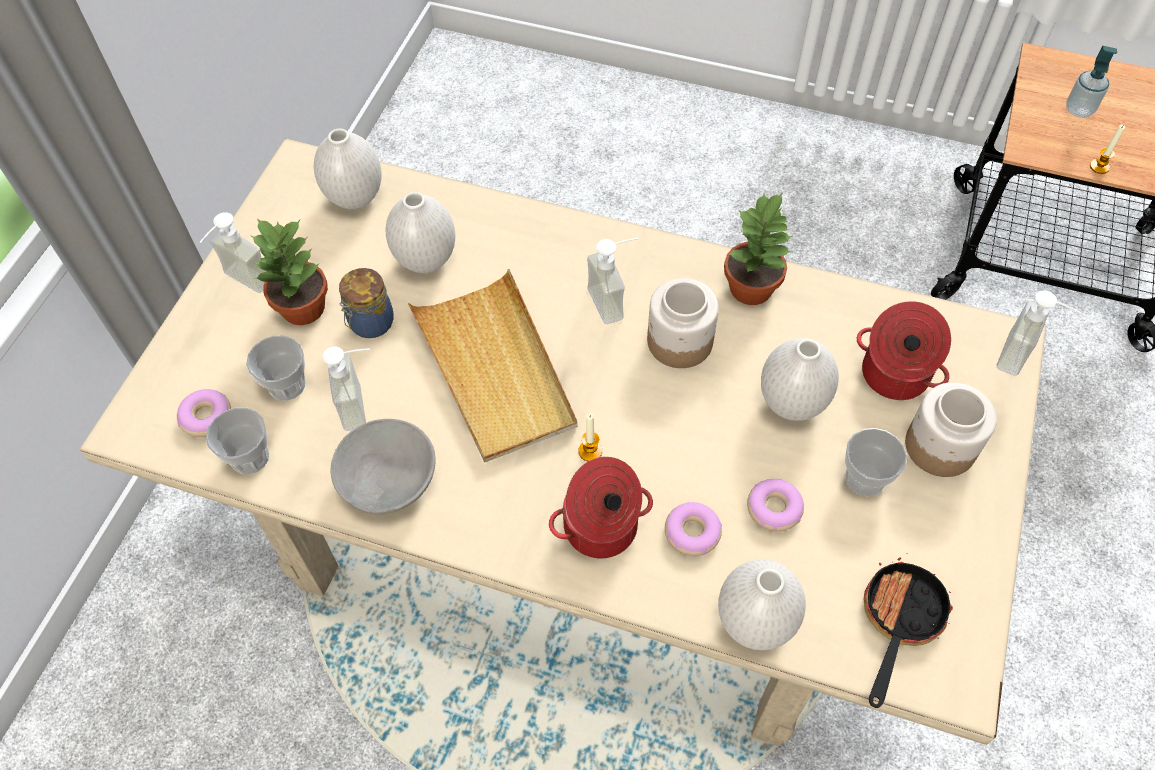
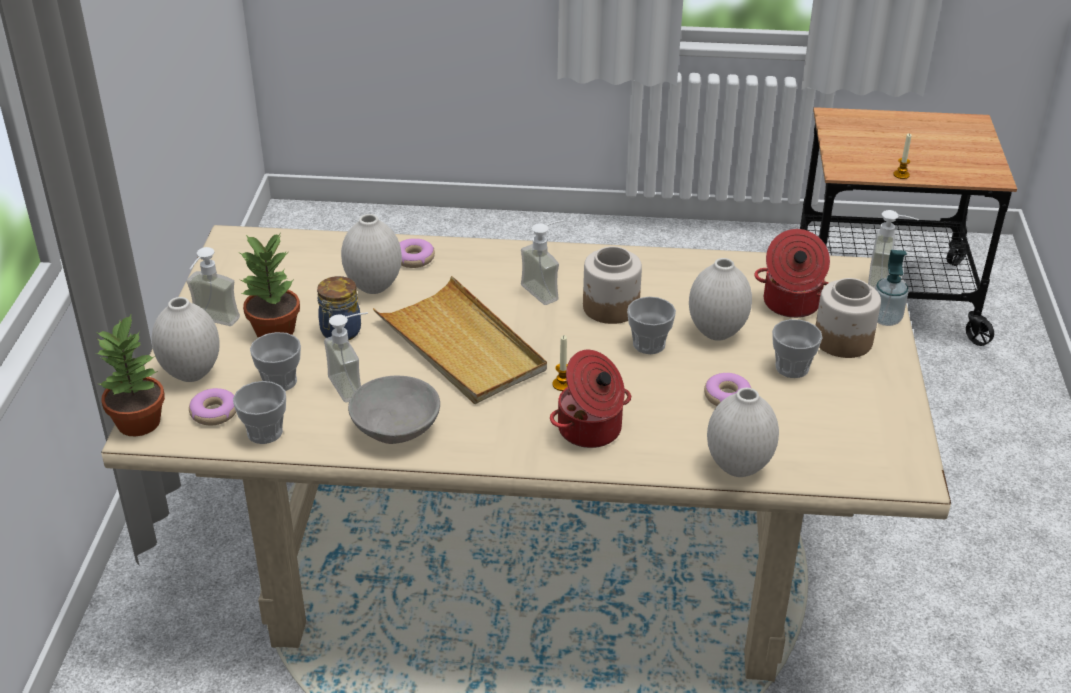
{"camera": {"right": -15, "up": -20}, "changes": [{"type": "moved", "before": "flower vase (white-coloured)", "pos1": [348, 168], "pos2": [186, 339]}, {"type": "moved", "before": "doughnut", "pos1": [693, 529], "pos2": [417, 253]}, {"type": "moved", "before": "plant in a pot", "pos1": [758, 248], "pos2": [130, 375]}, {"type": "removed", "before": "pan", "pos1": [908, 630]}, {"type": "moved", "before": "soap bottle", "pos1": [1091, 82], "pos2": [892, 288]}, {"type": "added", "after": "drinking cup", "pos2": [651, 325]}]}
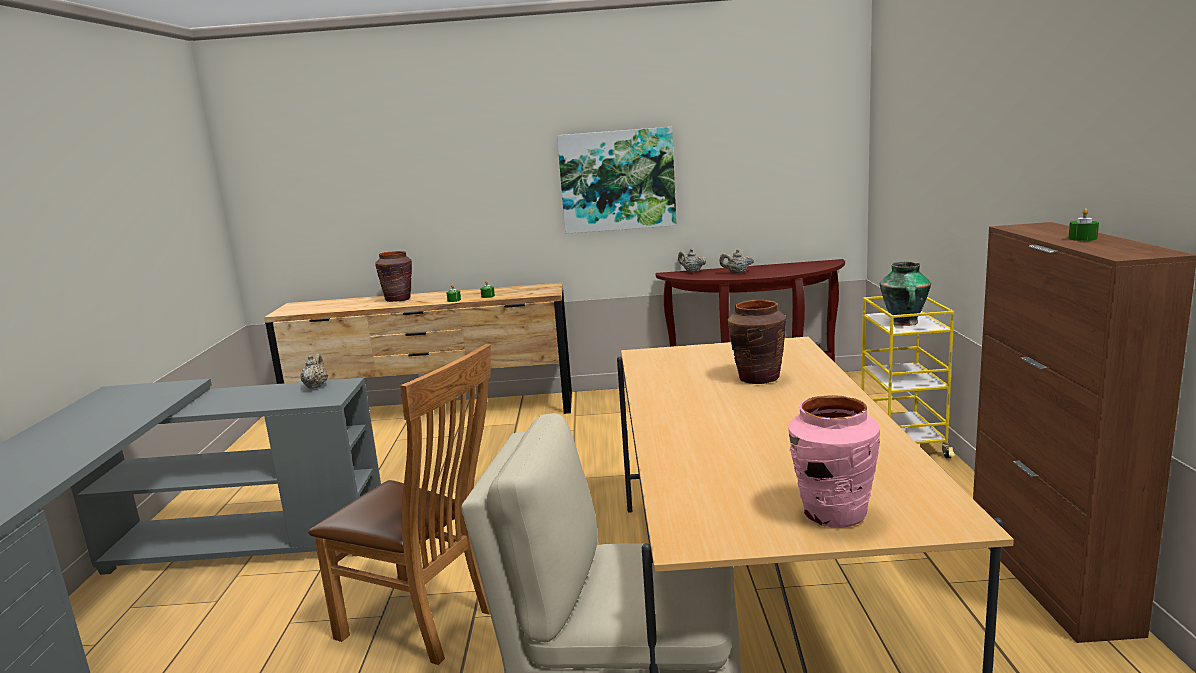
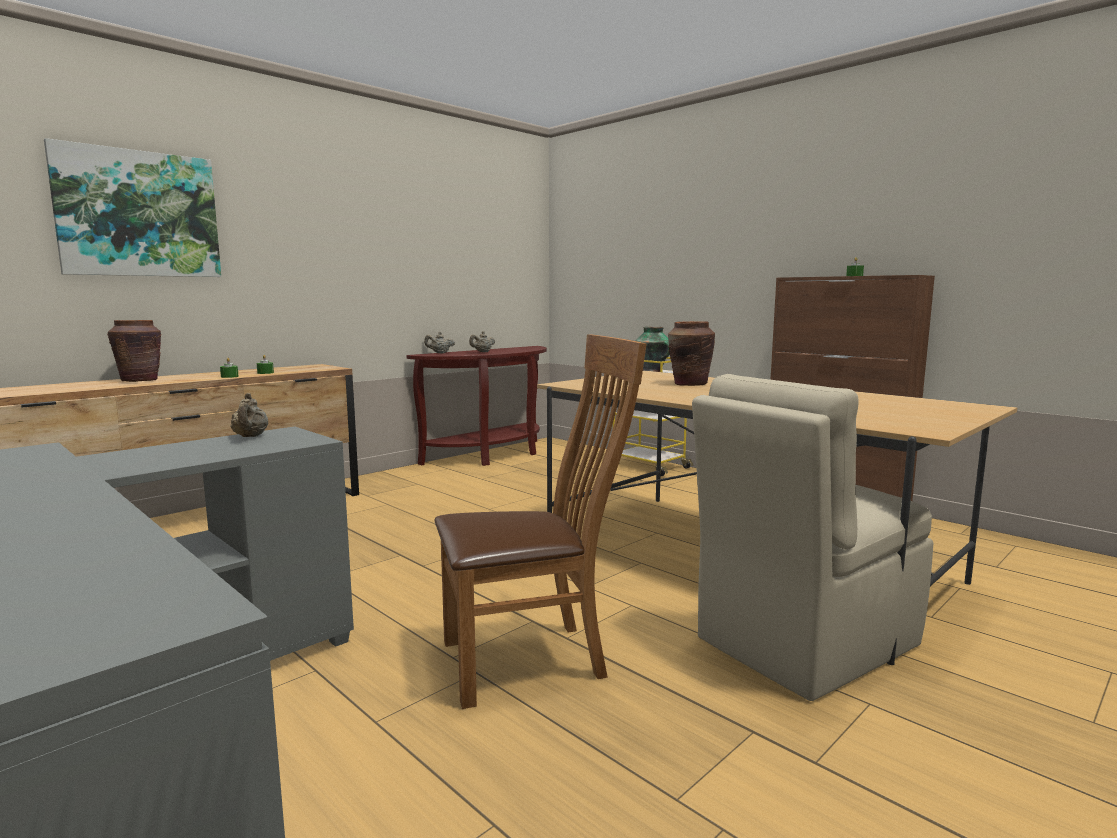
{"camera": {"right": -45, "up": -5}, "changes": [{"type": "turned", "before": "teapot (beige-coloured)", "pos1": [314, 371], "pos2": [249, 415], "turn": -150}, {"type": "moved", "before": "wall picture", "pos1": [617, 180], "pos2": [132, 207]}, {"type": "removed", "before": "flower vase (pink-coloured)", "pos1": [834, 461]}]}
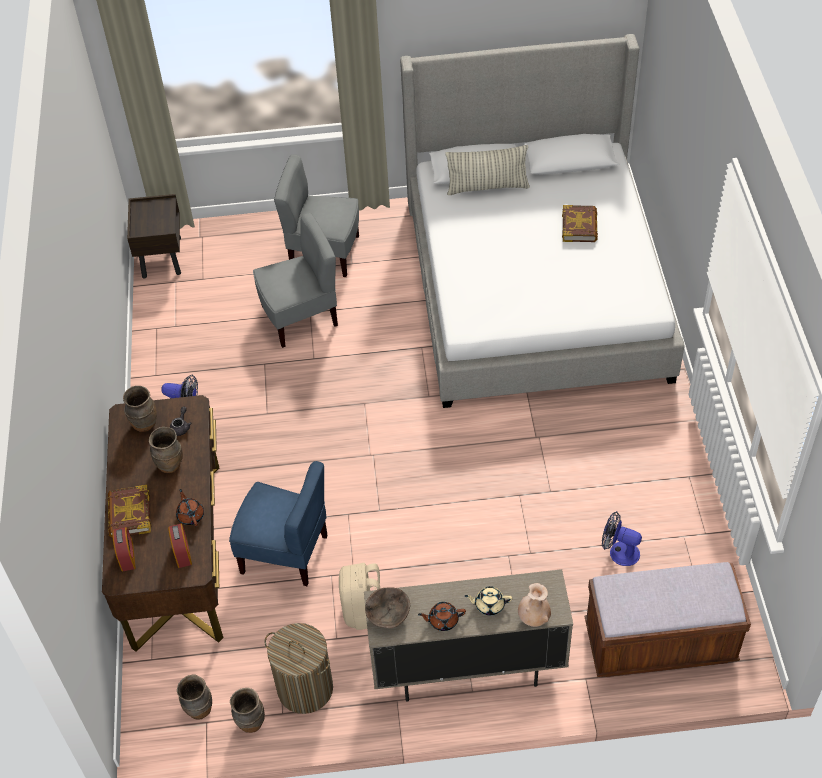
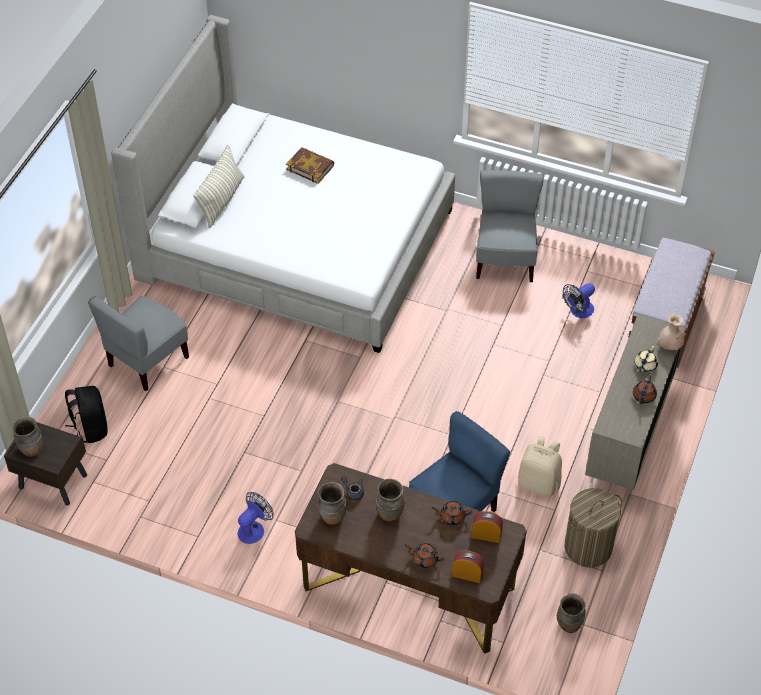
{"camera": {"right": -65, "up": 0}, "changes": [{"type": "replaced", "before": "bound book", "after": "teapot (brownish)", "pos1": [129, 511], "pos2": [424, 555]}, {"type": "moved", "before": "flower vase (brownish)", "pos1": [247, 710], "pos2": [27, 436]}, {"type": "moved", "before": "chair (greyish)", "pos1": [295, 280], "pos2": [510, 226]}, {"type": "removed", "before": "deep dish (brownish)", "pos1": [387, 607]}, {"type": "added", "after": "backpack (black)", "pos2": [86, 414]}]}
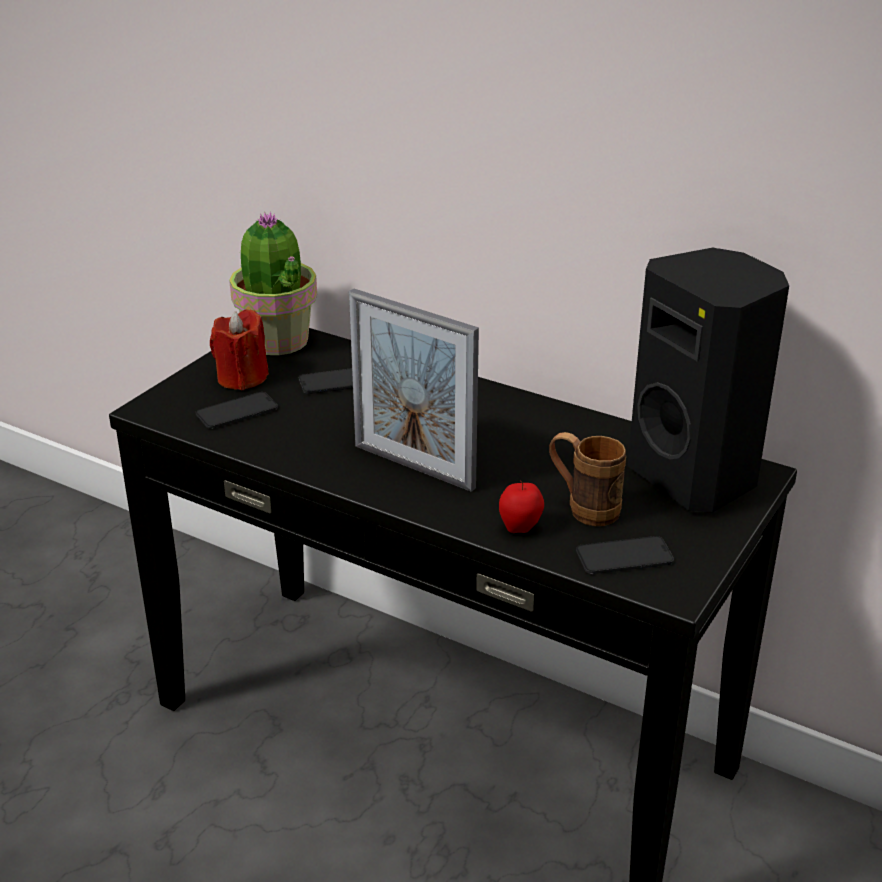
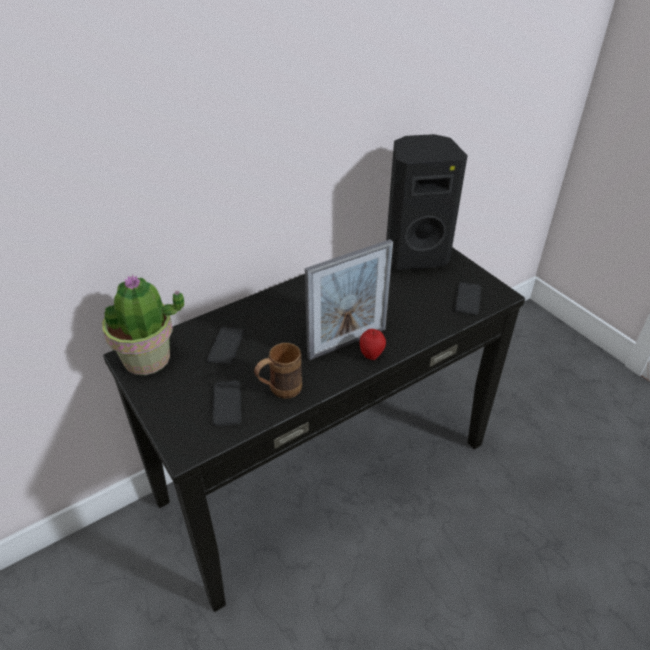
{"camera": {"right": -65, "up": 10}, "changes": [{"type": "removed", "before": "wax candle (red)", "pos1": [239, 349]}, {"type": "moved", "before": "whole apple", "pos1": [521, 507], "pos2": [373, 344]}, {"type": "moved", "before": "coffee mug (brownish)", "pos1": [587, 479], "pos2": [278, 371]}]}
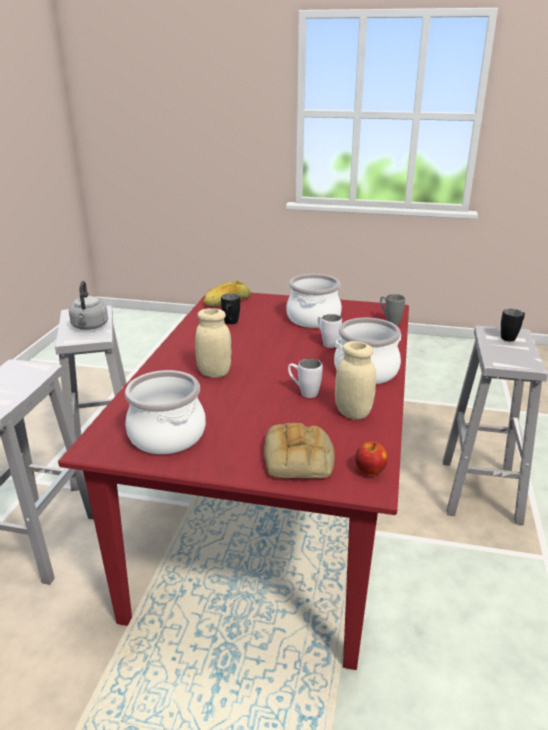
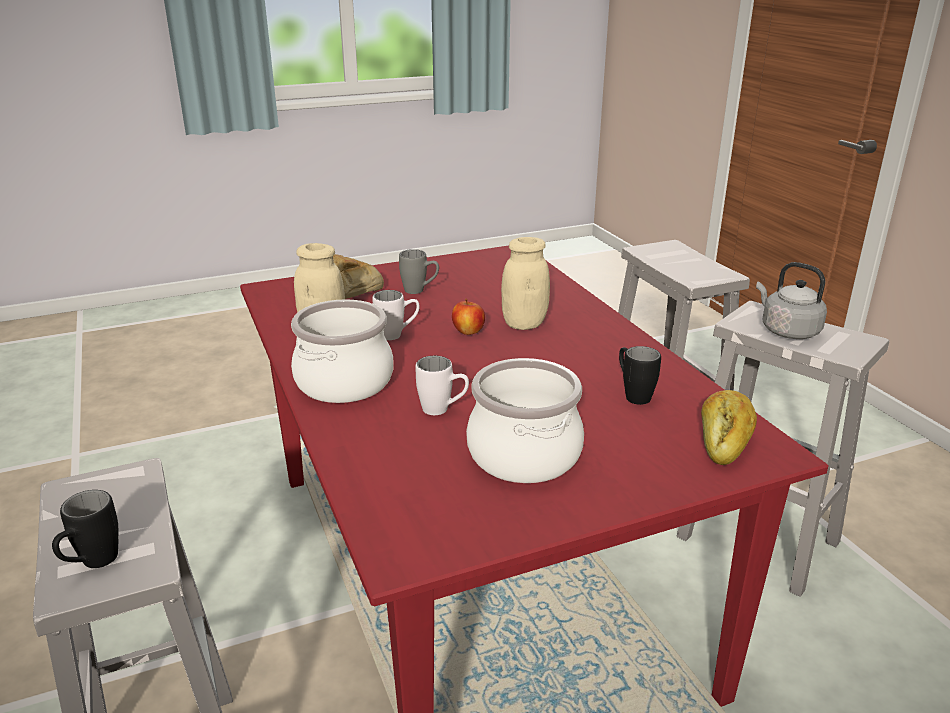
{"camera": {"right": 145, "up": 0}, "changes": [{"type": "removed", "before": "cooking pot", "pos1": [165, 412]}, {"type": "moved", "before": "whole apple", "pos1": [371, 458], "pos2": [468, 316]}, {"type": "moved", "before": "coffee mug (greyish)", "pos1": [392, 309], "pos2": [419, 271]}]}
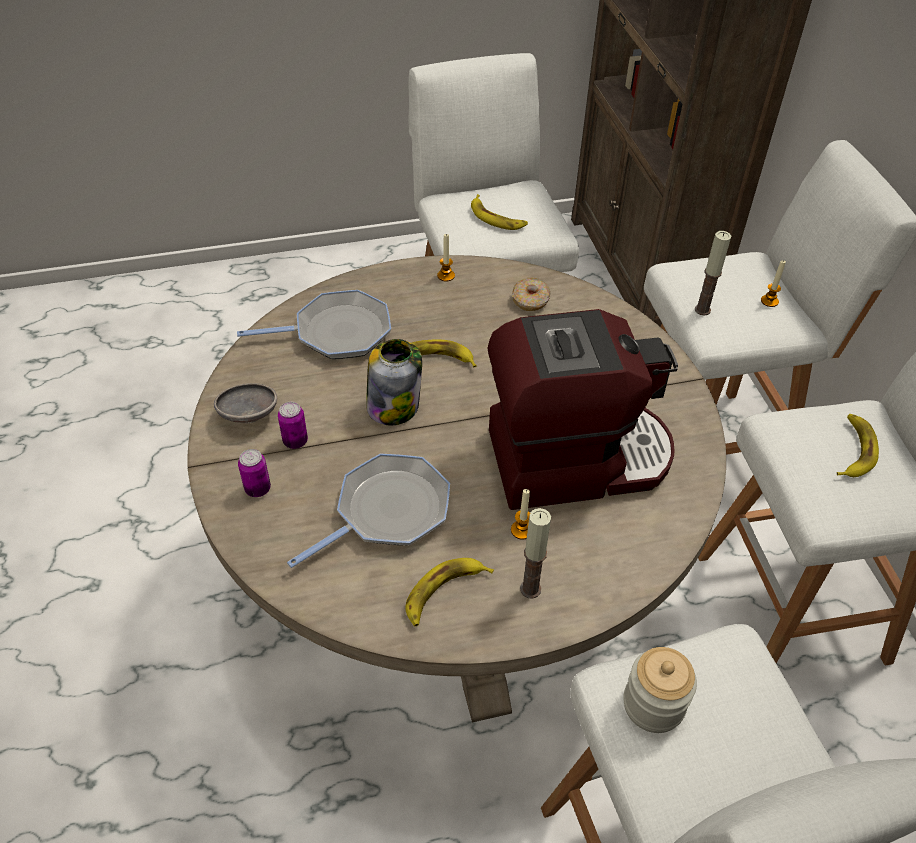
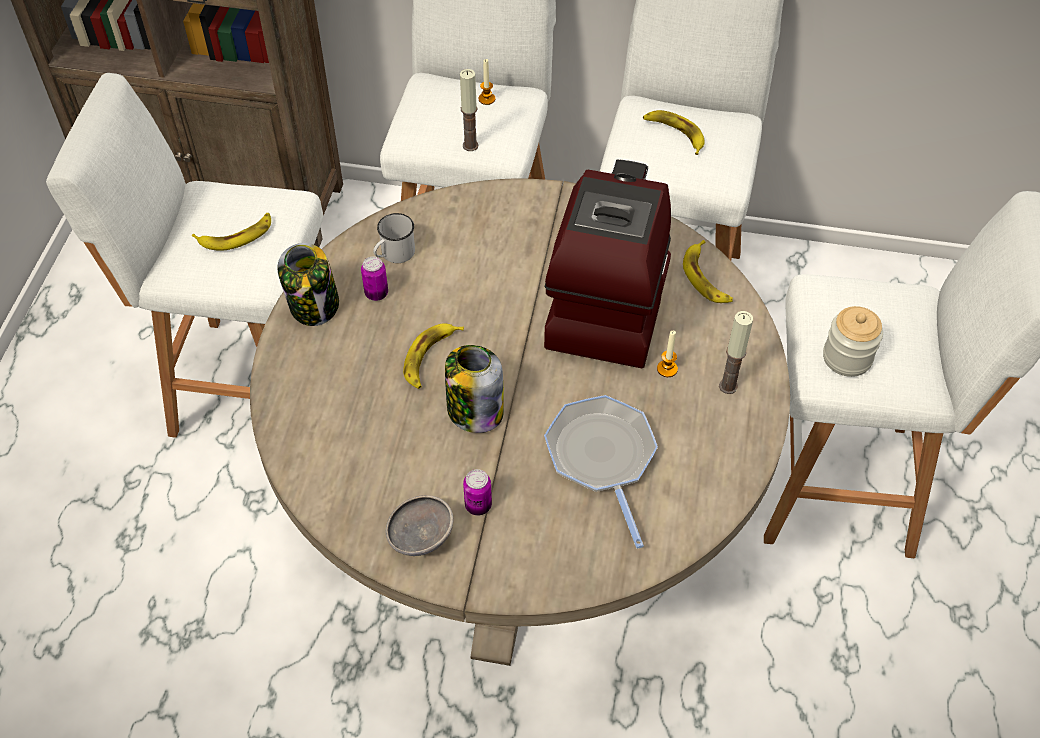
{"camera": {"right": -65, "up": 5}, "changes": [{"type": "removed", "before": "pan", "pos1": [314, 324]}, {"type": "moved", "before": "can", "pos1": [254, 473], "pos2": [374, 278]}, {"type": "moved", "before": "banana fruit", "pos1": [449, 592], "pos2": [708, 271]}, {"type": "replaced", "before": "wax candle", "after": "jar", "pos1": [446, 258], "pos2": [308, 284]}, {"type": "replaced", "before": "doughnut", "after": "coffee mug (white-coloured)", "pos1": [531, 294], "pos2": [394, 238]}]}
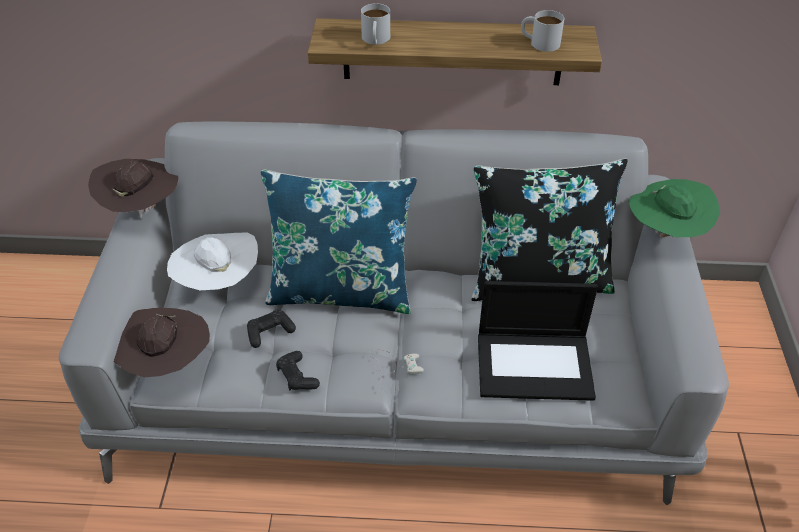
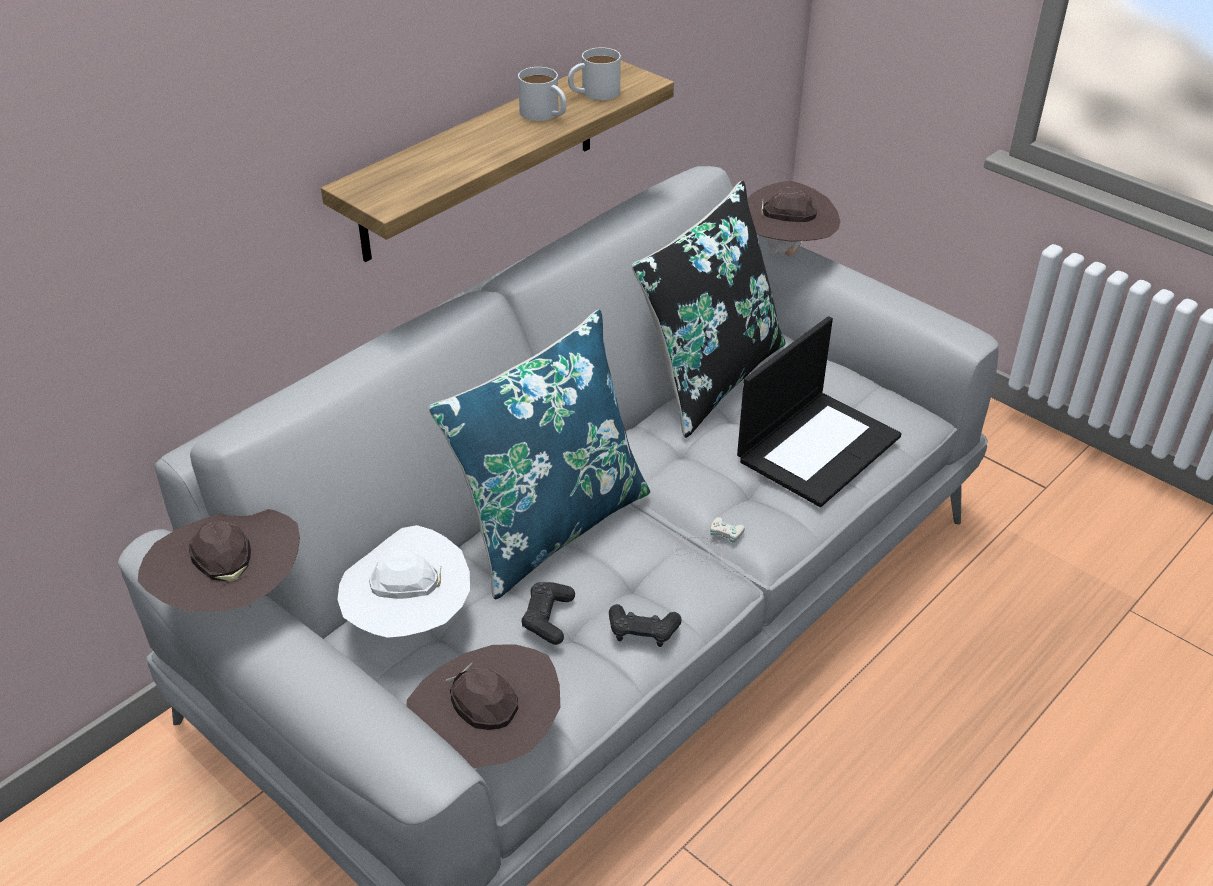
{"camera": {"right": -50, "up": -5}, "changes": [{"type": "moved", "before": "coffee mug (white-coloured)", "pos1": [375, 24], "pos2": [542, 94]}, {"type": "recoloured", "before": "wearable hat (green)", "after": "wearable hat (brownish)", "pos1": [674, 208], "pos2": [794, 218]}]}
